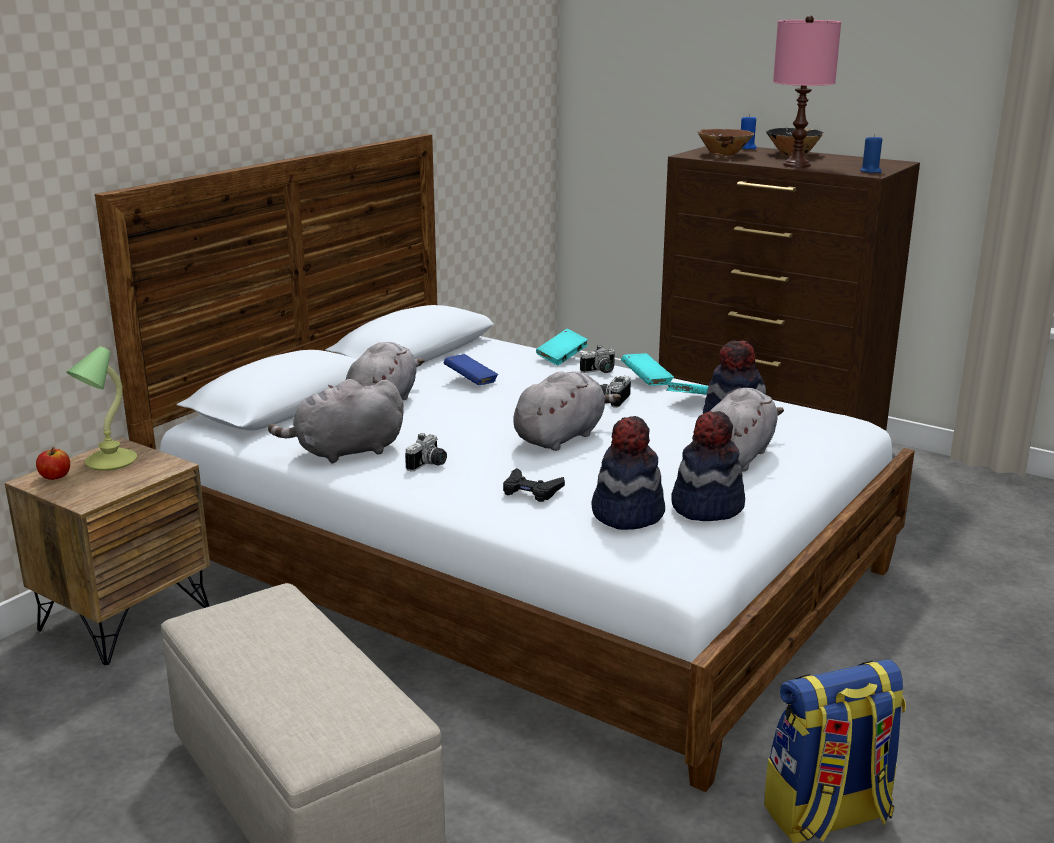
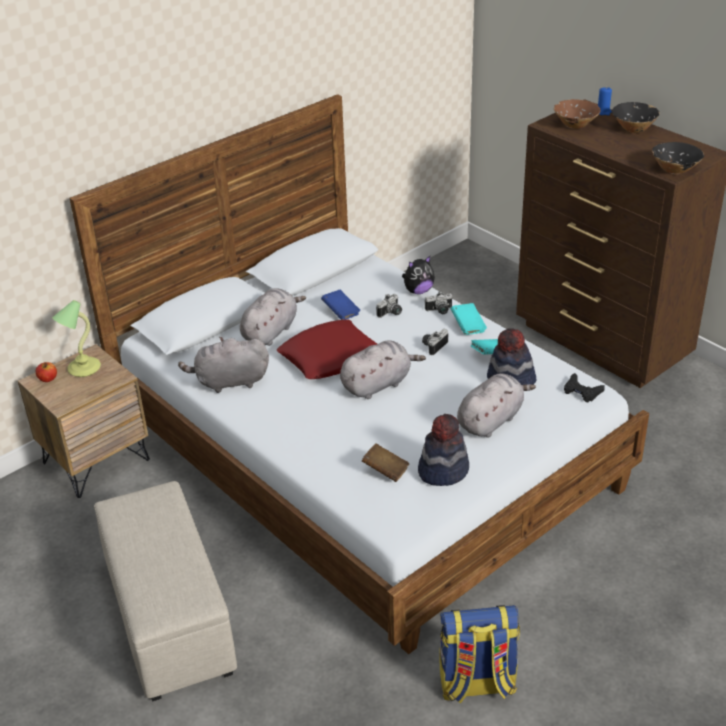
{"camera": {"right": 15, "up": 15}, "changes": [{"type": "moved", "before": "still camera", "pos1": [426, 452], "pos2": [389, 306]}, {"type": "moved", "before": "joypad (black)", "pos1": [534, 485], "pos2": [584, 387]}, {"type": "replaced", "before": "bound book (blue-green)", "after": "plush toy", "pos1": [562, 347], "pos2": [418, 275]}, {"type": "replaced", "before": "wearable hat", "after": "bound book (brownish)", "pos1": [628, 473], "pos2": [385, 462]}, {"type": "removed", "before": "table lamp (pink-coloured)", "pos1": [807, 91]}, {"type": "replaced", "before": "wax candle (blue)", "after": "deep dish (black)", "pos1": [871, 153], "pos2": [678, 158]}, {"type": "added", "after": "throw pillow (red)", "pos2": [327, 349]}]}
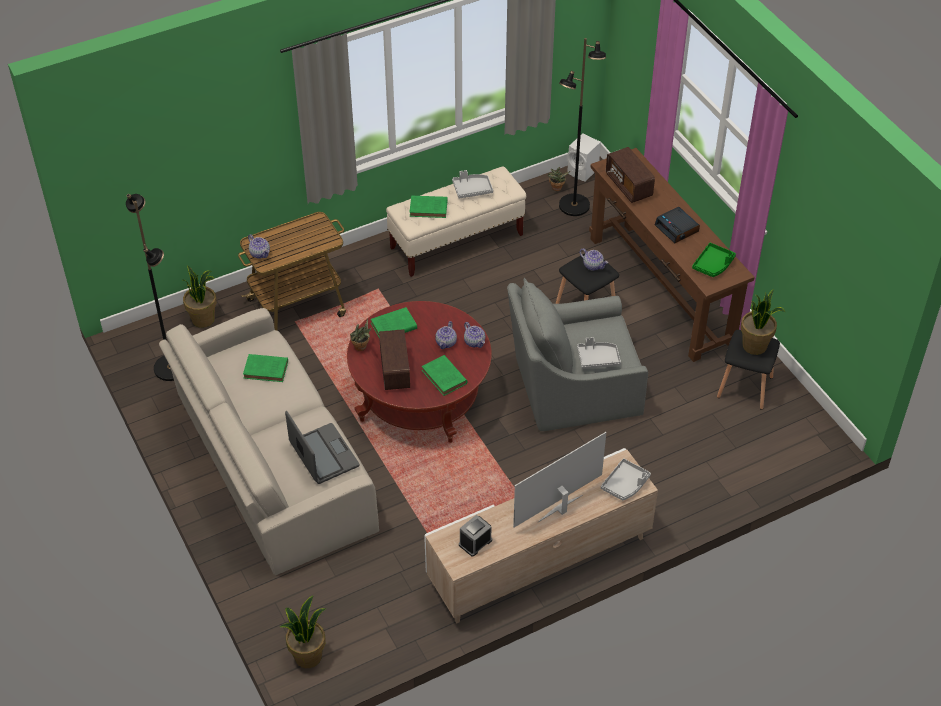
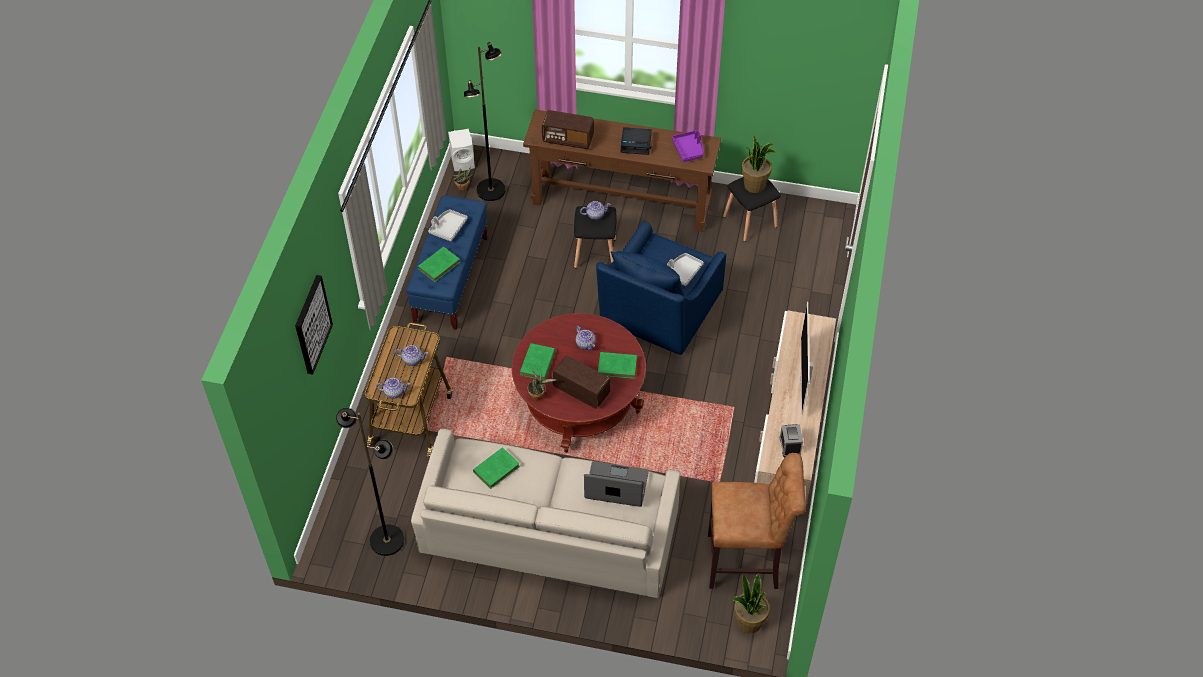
{"camera": {"right": -50, "up": 5}, "changes": [{"type": "removed", "before": "plant in a pot", "pos1": [200, 296]}, {"type": "recoloured", "before": "indoor bench (beige-coloured)", "after": "indoor bench (blue)", "pos1": [456, 221], "pos2": [447, 262]}, {"type": "moved", "before": "teapot", "pos1": [474, 335], "pos2": [411, 355]}, {"type": "recoloured", "before": "armchair (greyish)", "after": "armchair (blue)", "pos1": [577, 354], "pos2": [661, 288]}, {"type": "removed", "before": "tray (greyish)", "pos1": [626, 479]}, {"type": "recoloured", "before": "tray (green)", "after": "tray (purplish)", "pos1": [714, 260], "pos2": [687, 146]}, {"type": "added", "after": "wall picture", "pos2": [314, 325]}, {"type": "added", "after": "stool seat (brownish)", "pos2": [757, 521]}]}
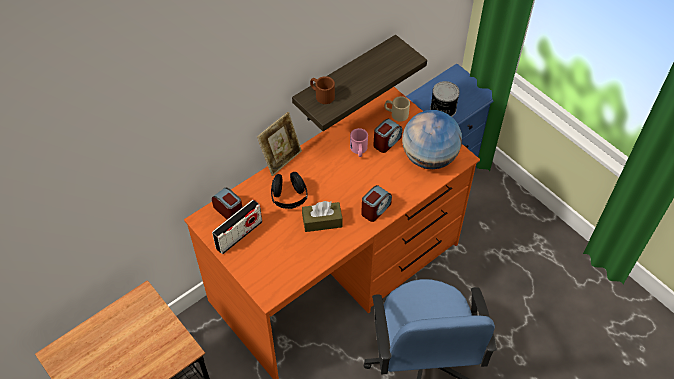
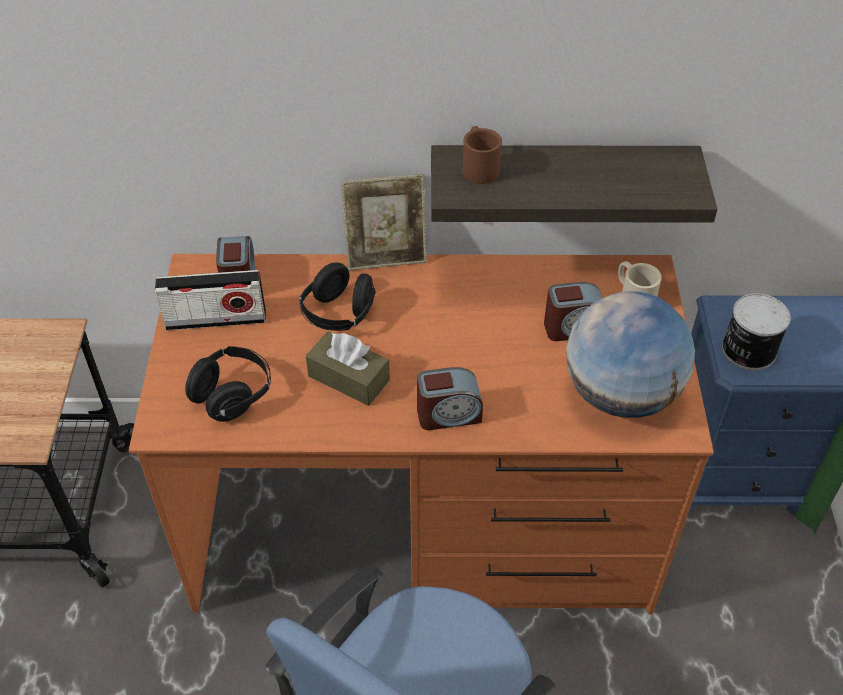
{"camera": {"right": 40, "up": -5}, "changes": [{"type": "removed", "before": "coffee mug (pink-coloured)", "pos1": [359, 142]}, {"type": "added", "after": "pair of headphones (black)", "pos2": [228, 384]}]}
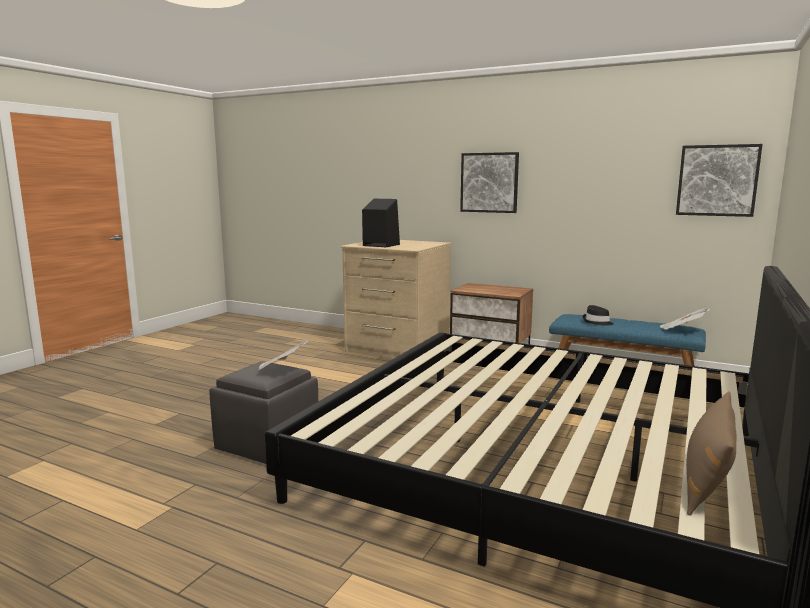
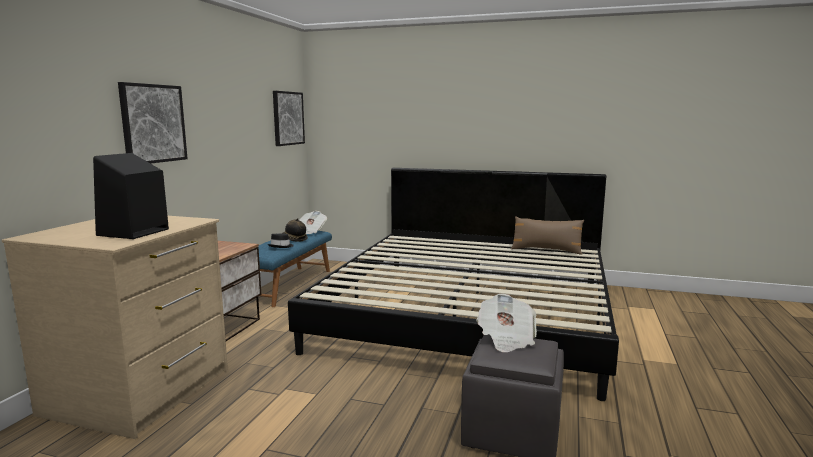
{"camera": {"right": -100, "up": 0}, "changes": [{"type": "added", "after": "wearable hat", "pos2": [295, 230]}]}
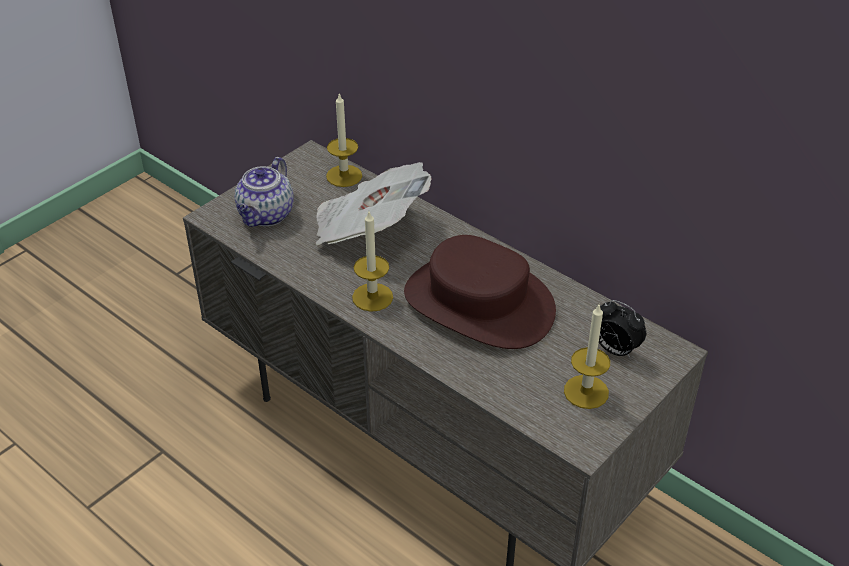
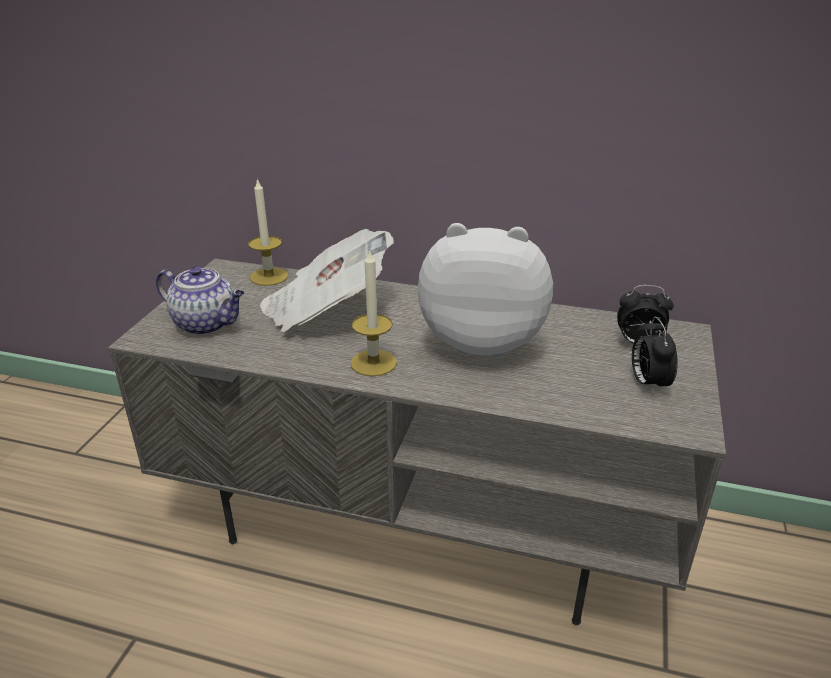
{"camera": {"right": -25, "up": -10}, "changes": [{"type": "turned", "before": "teapot", "pos1": [264, 192], "pos2": [200, 300], "turn": -60}, {"type": "replaced", "before": "wearable hat (brownish)", "after": "plush toy", "pos1": [480, 292], "pos2": [485, 291]}, {"type": "replaced", "before": "wax candle", "after": "table clock", "pos1": [587, 356], "pos2": [655, 355]}]}
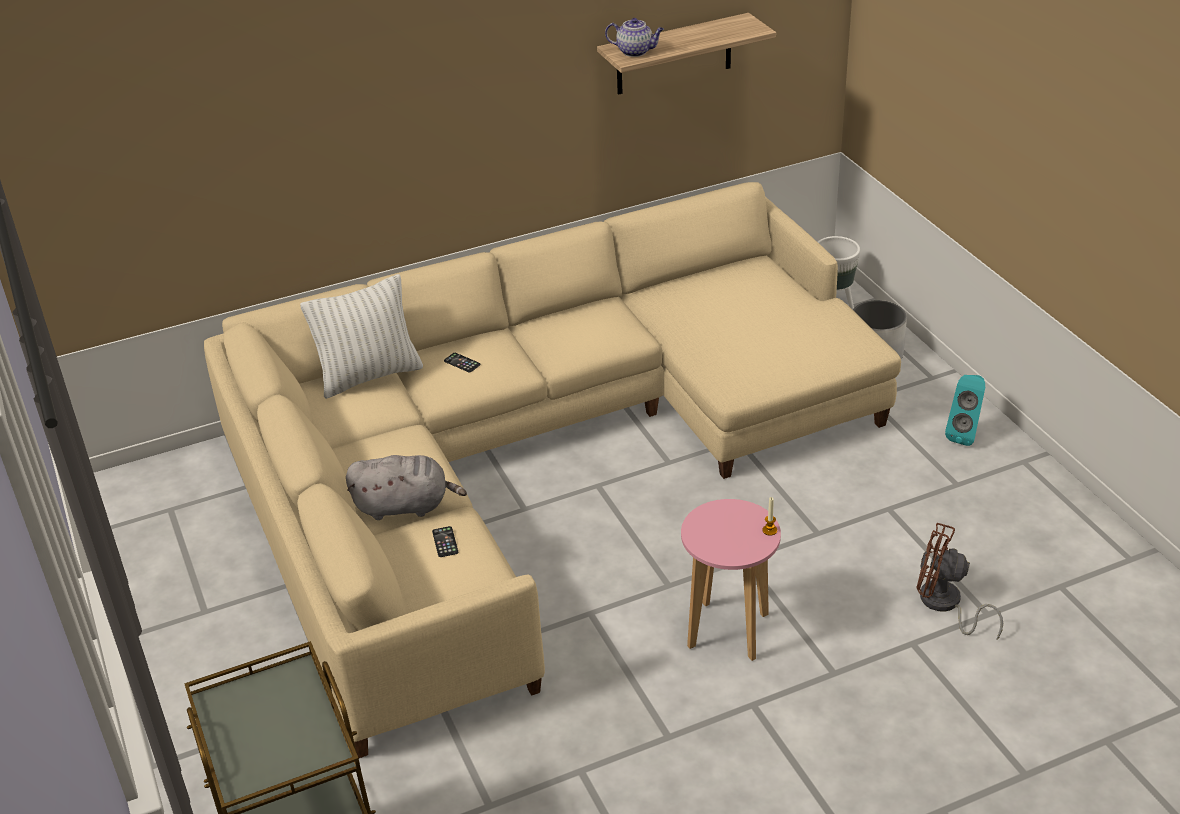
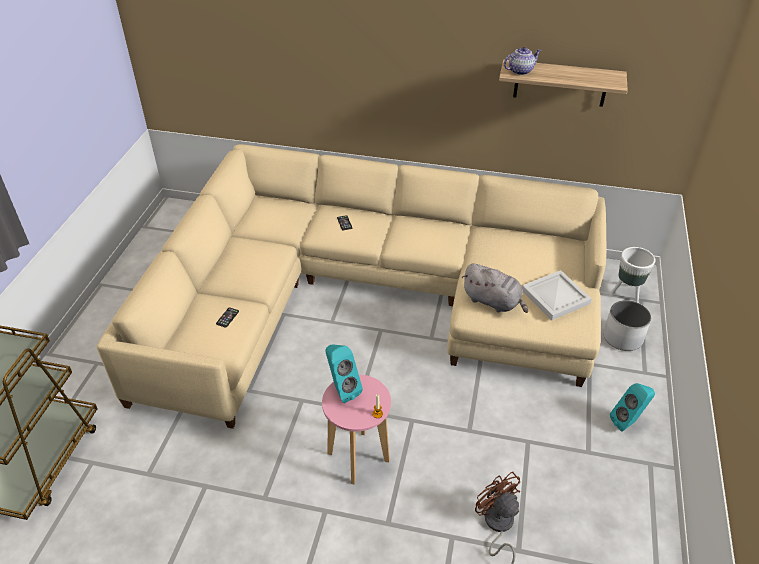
{"camera": {"right": 35, "up": 5}, "changes": [{"type": "removed", "before": "throw pillow (white-coloured)", "pos1": [361, 336]}, {"type": "moved", "before": "plush toy (greyish)", "pos1": [406, 487], "pos2": [495, 288]}, {"type": "turned", "before": "teapot", "pos1": [634, 37], "pos2": [523, 61], "turn": -75}, {"type": "added", "after": "audio speaker (blue-green)", "pos2": [344, 374]}, {"type": "added", "after": "tray (white-coloured)", "pos2": [557, 295]}]}
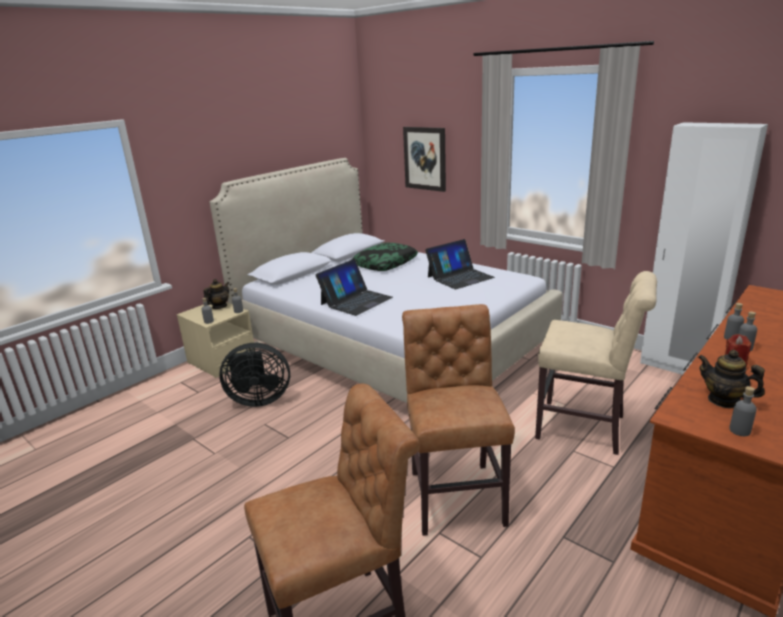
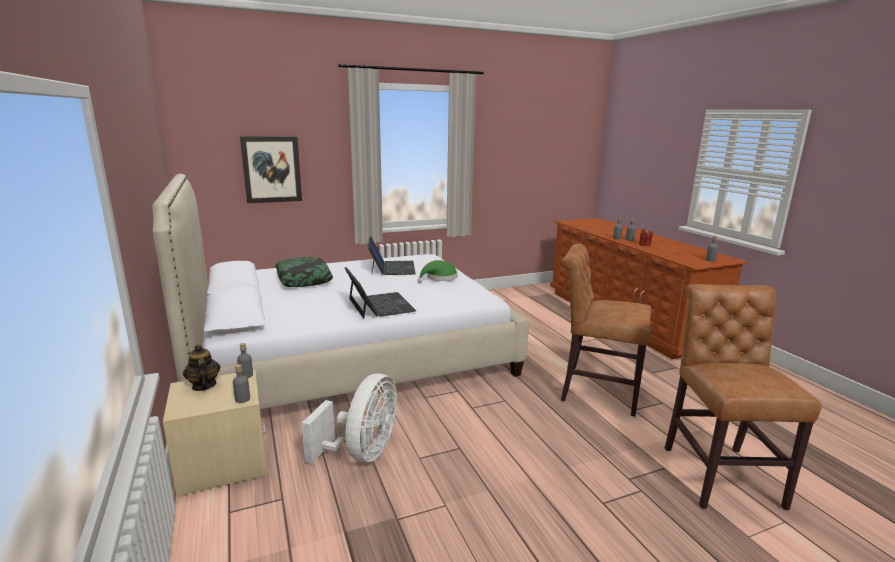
{"camera": {"right": -65, "up": -5}, "changes": [{"type": "recoloured", "before": "electric fan (black)", "after": "electric fan (white-coloured)", "pos1": [254, 375], "pos2": [349, 418]}, {"type": "removed", "before": "chair (beige-coloured)", "pos1": [596, 363]}, {"type": "removed", "before": "armoire (white-coloured)", "pos1": [704, 248]}, {"type": "removed", "before": "teapot", "pos1": [731, 379]}, {"type": "added", "after": "wearable hat (green)", "pos2": [437, 271]}]}
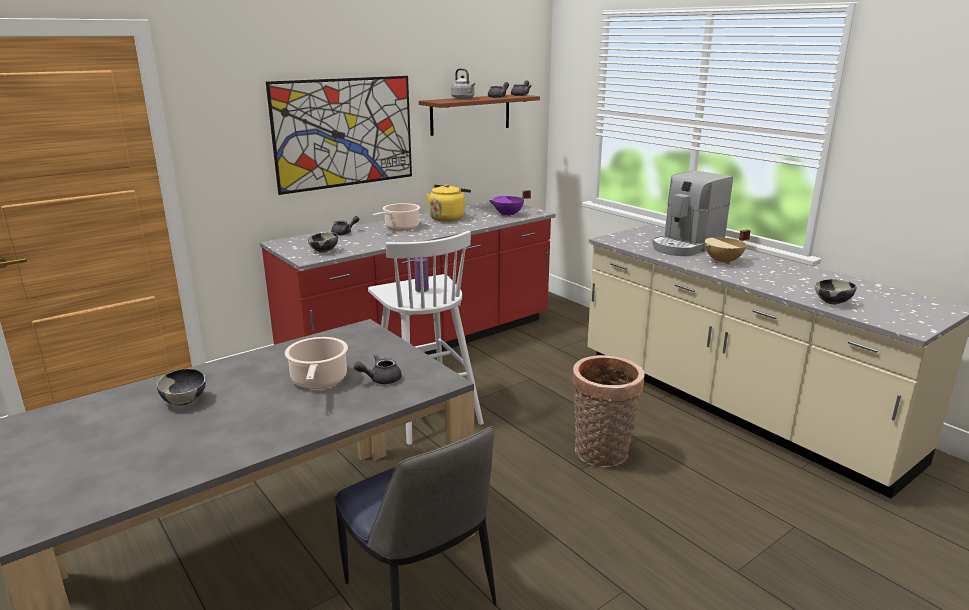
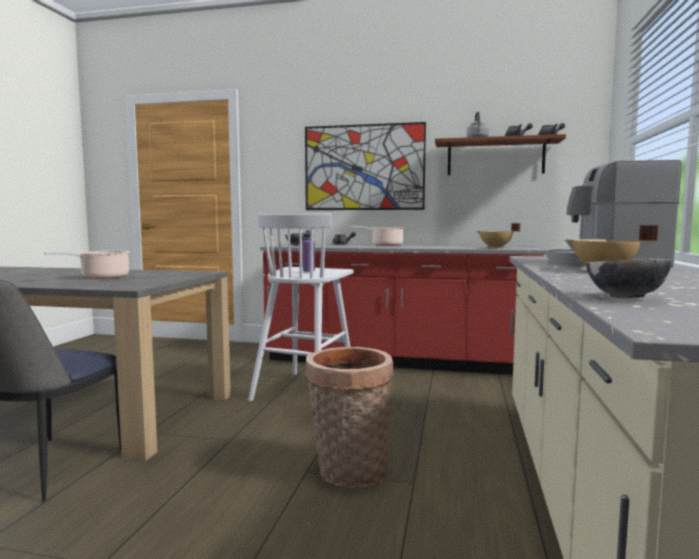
{"camera": {"right": 50, "up": -15}, "changes": [{"type": "removed", "before": "deep dish", "pos1": [181, 386]}, {"type": "removed", "before": "teapot (greyish)", "pos1": [378, 369]}, {"type": "removed", "before": "kettle (yellow)", "pos1": [448, 203]}, {"type": "recoloured", "before": "cooking pot (purplish)", "after": "cooking pot (beige-coloured)", "pos1": [510, 203], "pos2": [499, 235]}]}
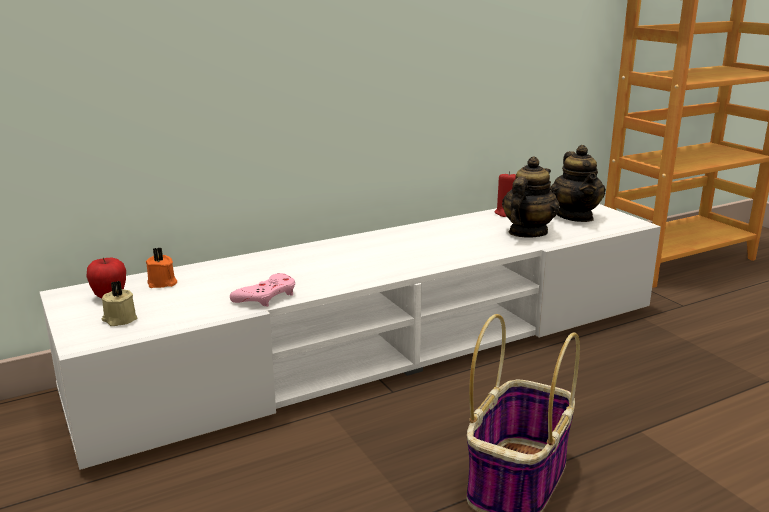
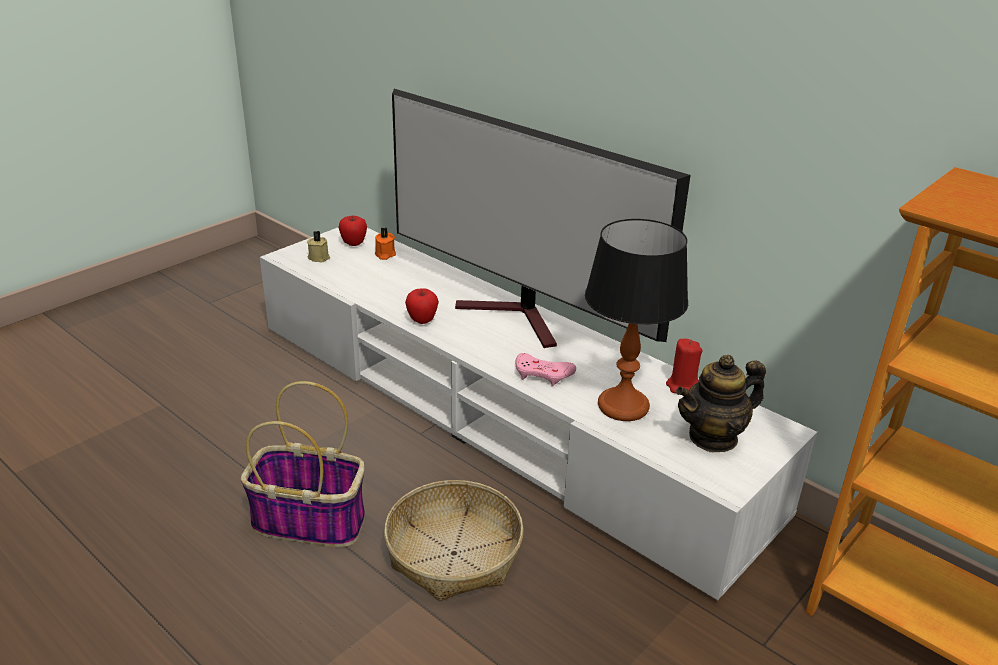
{"camera": {"right": 70, "up": 10}, "changes": [{"type": "moved", "before": "joypad (pink-coloured)", "pos1": [262, 290], "pos2": [545, 370]}, {"type": "replaced", "before": "teapot", "after": "table lamp", "pos1": [531, 197], "pos2": [636, 320]}, {"type": "added", "after": "storage basket", "pos2": [454, 540]}, {"type": "added", "after": "TV set", "pos2": [541, 218]}, {"type": "added", "after": "whole apple", "pos2": [422, 306]}]}
